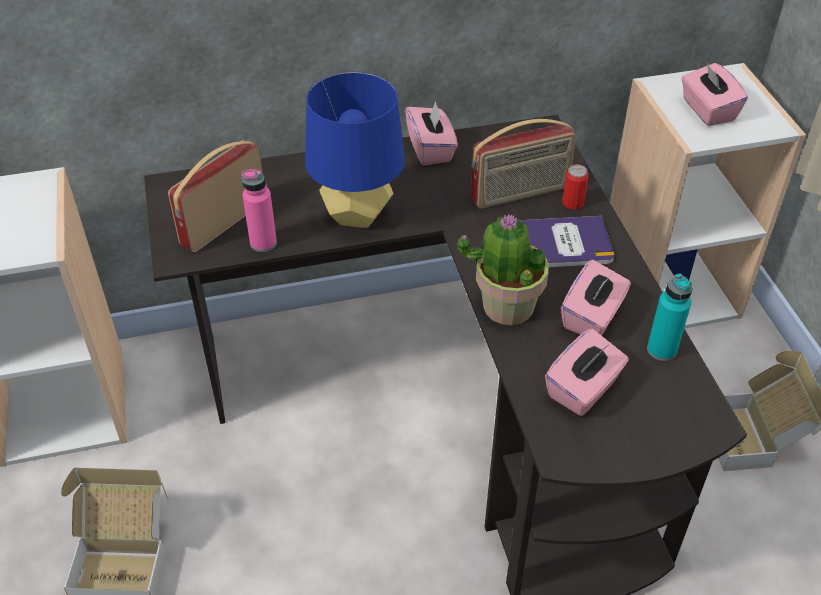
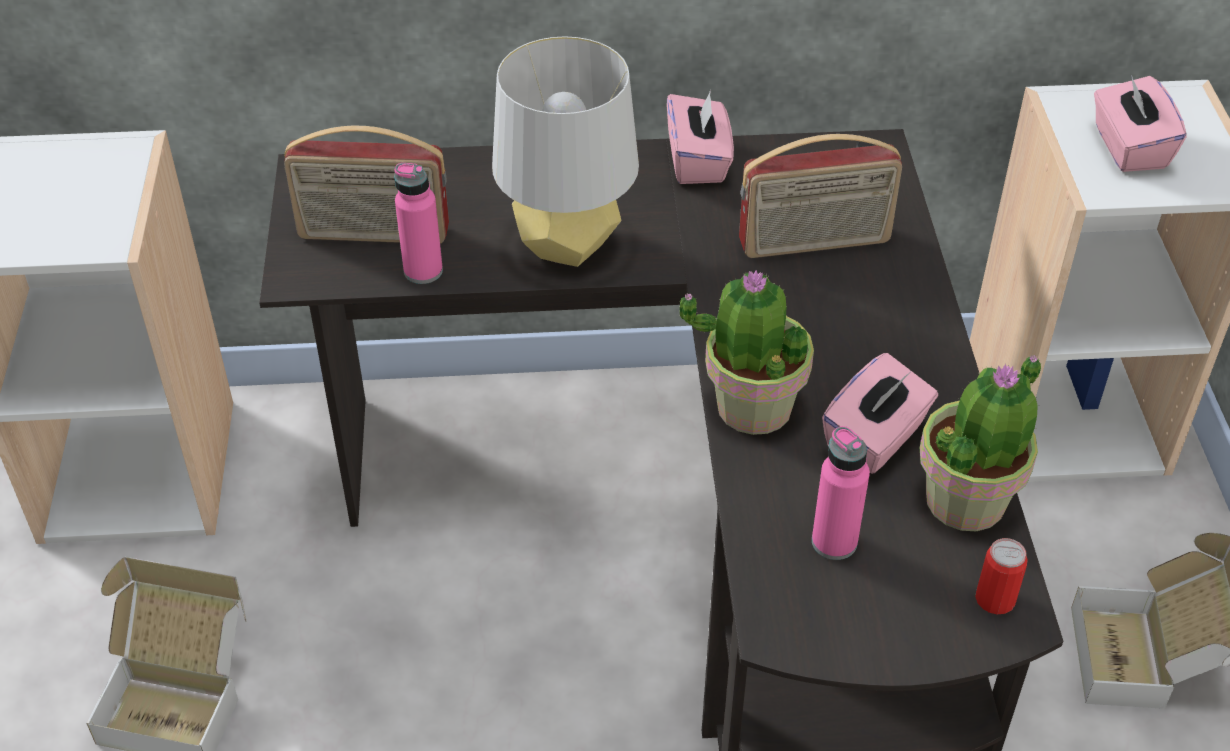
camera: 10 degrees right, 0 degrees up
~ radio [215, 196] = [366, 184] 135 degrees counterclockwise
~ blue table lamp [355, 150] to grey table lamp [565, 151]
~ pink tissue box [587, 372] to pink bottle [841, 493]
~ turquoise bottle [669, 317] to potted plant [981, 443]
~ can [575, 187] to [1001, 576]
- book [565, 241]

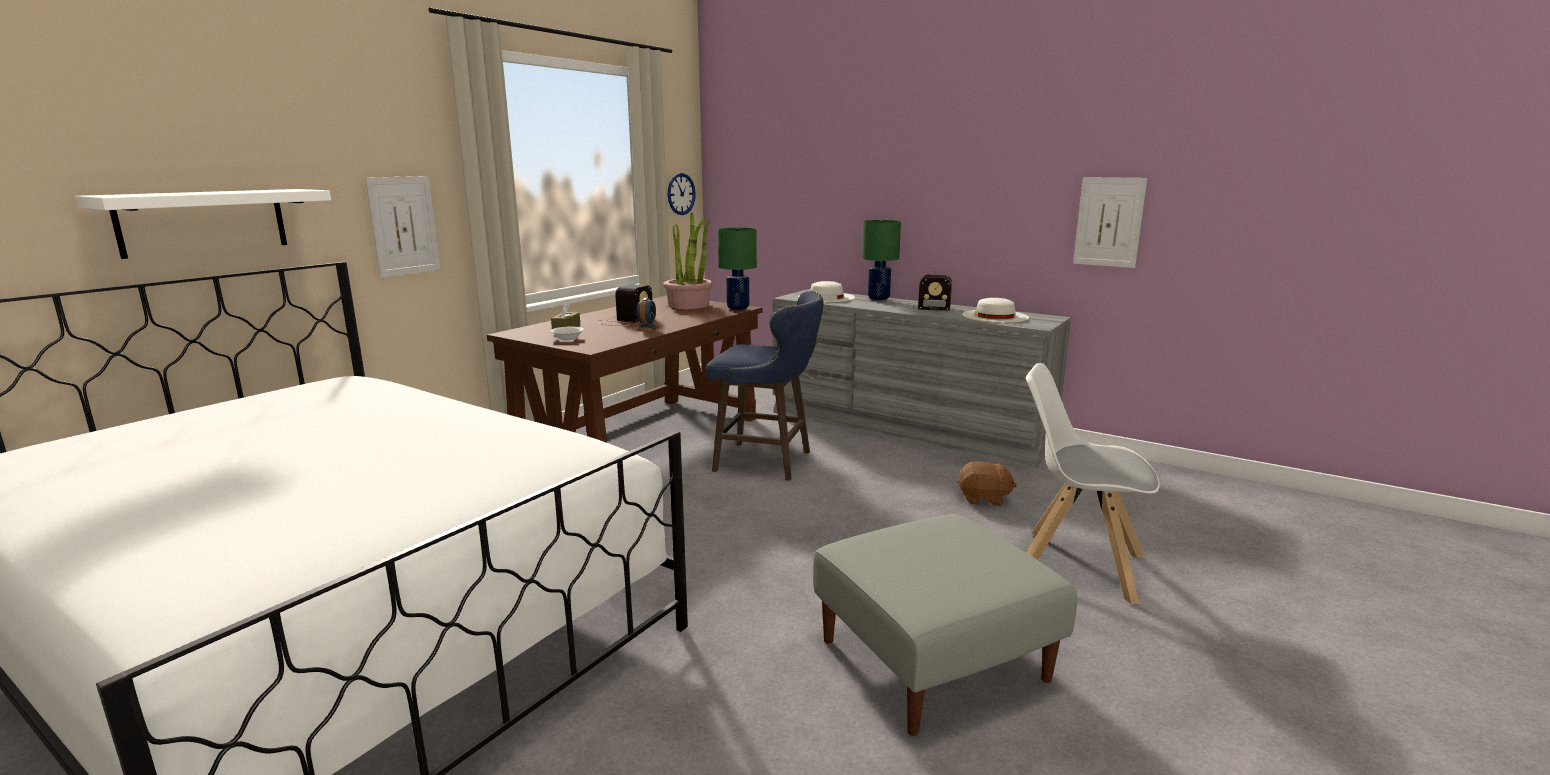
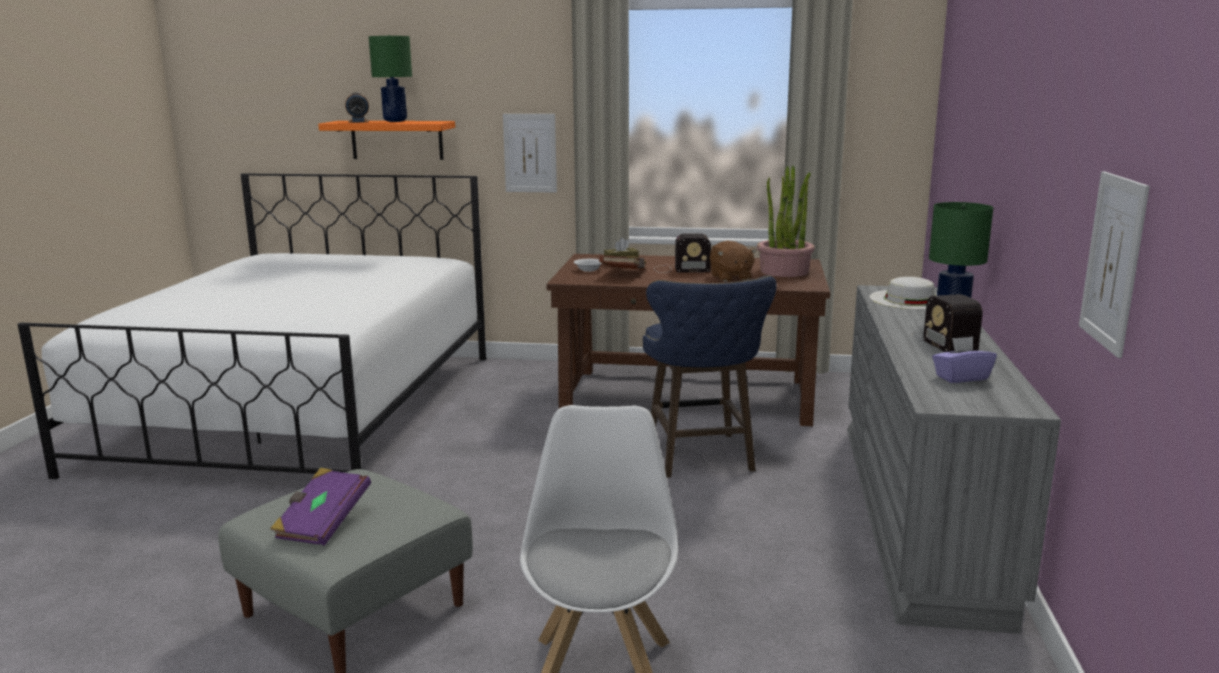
camera: 65 degrees right, 0 degrees up
+ purple book [320, 506]
~ white shelf [203, 224] to orange shelf [386, 140]
~ alarm clock [647, 314] to [357, 108]
~ green table lamp [737, 269] to [390, 78]
+ brown book [623, 262]
~ brown plush toy [987, 483] to [733, 261]
~ white hat [995, 310] to purple tissue box [964, 359]
- wall clock [682, 194]

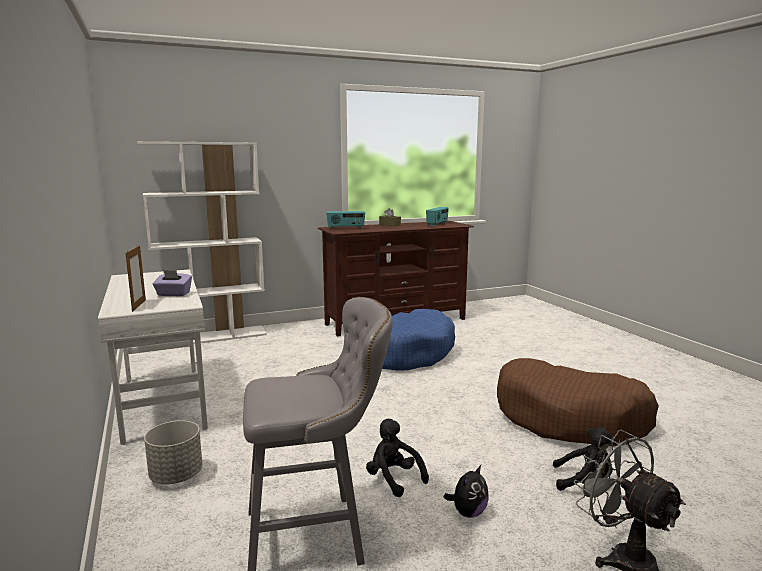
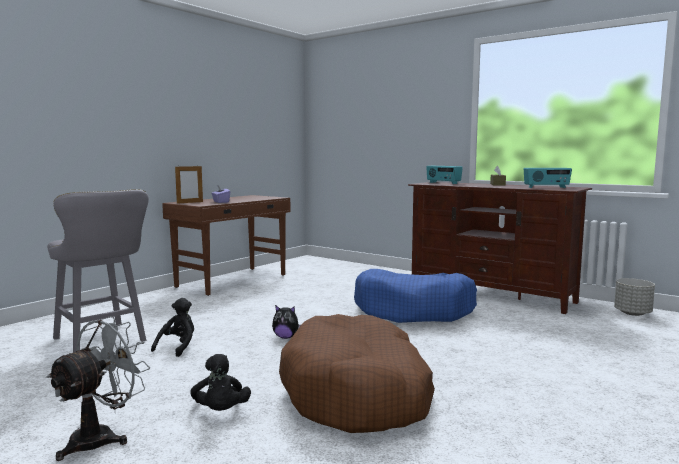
camera: 60 degrees right, 5 degrees down
~ white console table [153, 357] to brown console table [226, 245]
~ plush toy [466, 491] to [286, 322]
~ grey planter [173, 452] to [634, 297]
- white bookcase [202, 242]

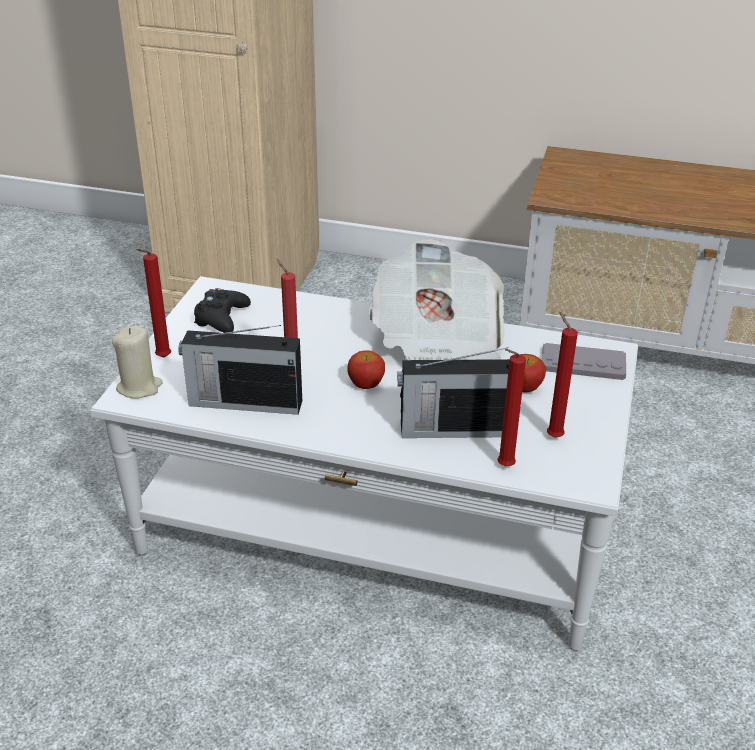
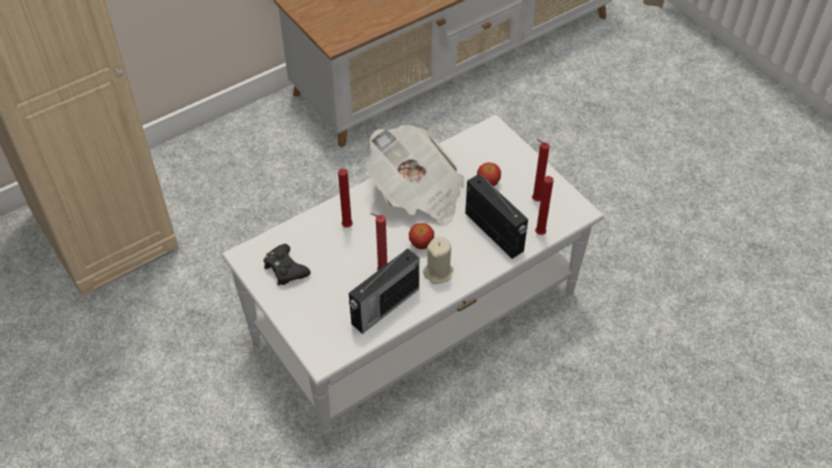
camera: 50 degrees left, 15 degrees up
~ red candle [154, 303] to [345, 198]
~ beige candle [137, 362] to [438, 260]
~ radio [453, 393] = [496, 216] 75 degrees counterclockwise
- grey game controller [584, 361]

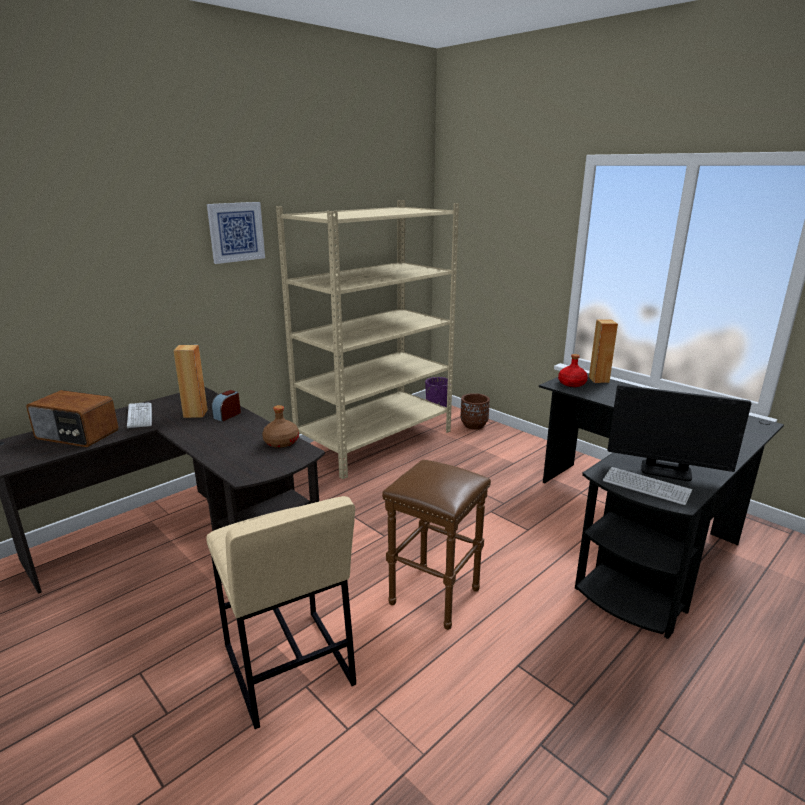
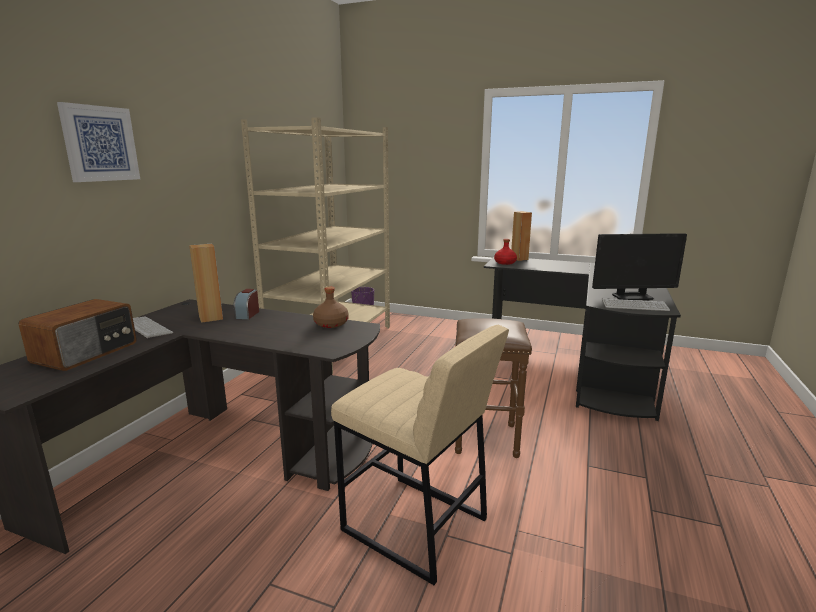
camera: 25 degrees left, 5 degrees down
~ radio [72, 418] = [77, 335] 60 degrees counterclockwise
~ picture [236, 233] to [98, 142]
- brown planter [475, 411]

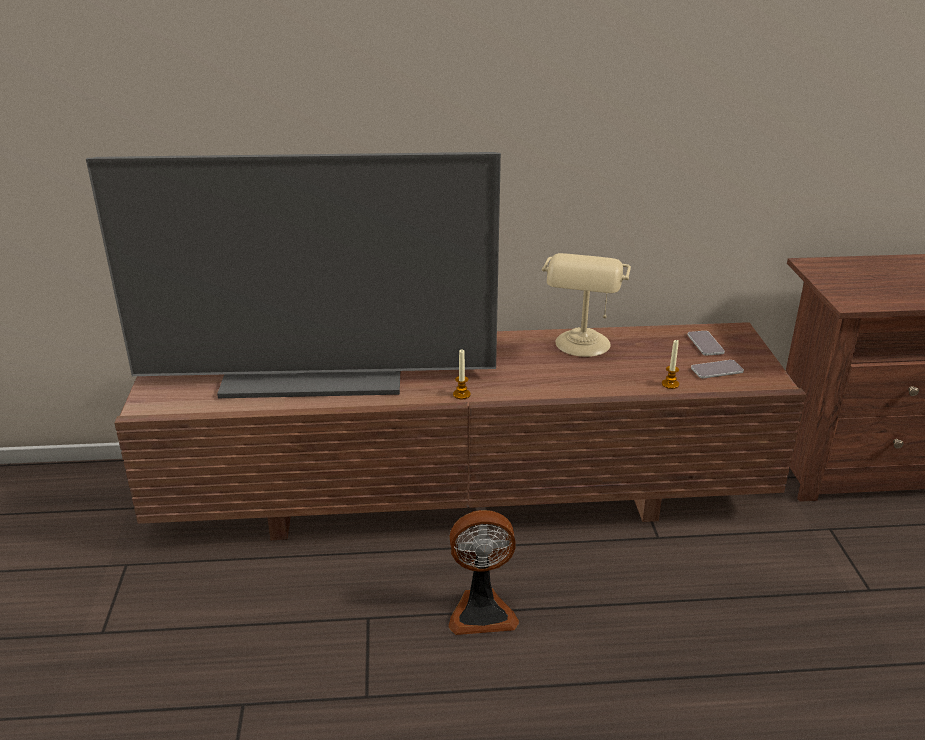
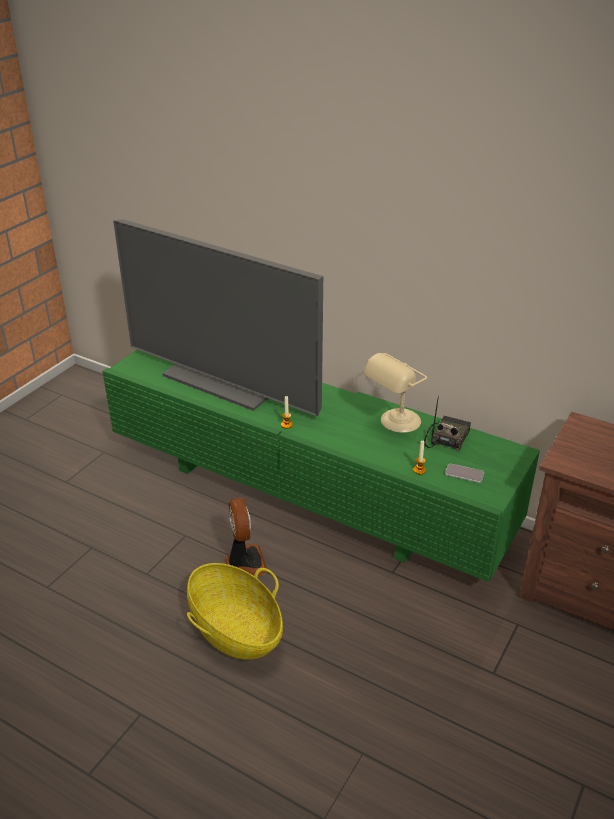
camera: 35 degrees right, 5 degrees up
~ brown tv stand [460, 431] to green tv stand [321, 465]
+ basket [235, 611]
~ fan [483, 572] = [246, 537] 135 degrees counterclockwise
+ radio [447, 423]
- phone [706, 343]

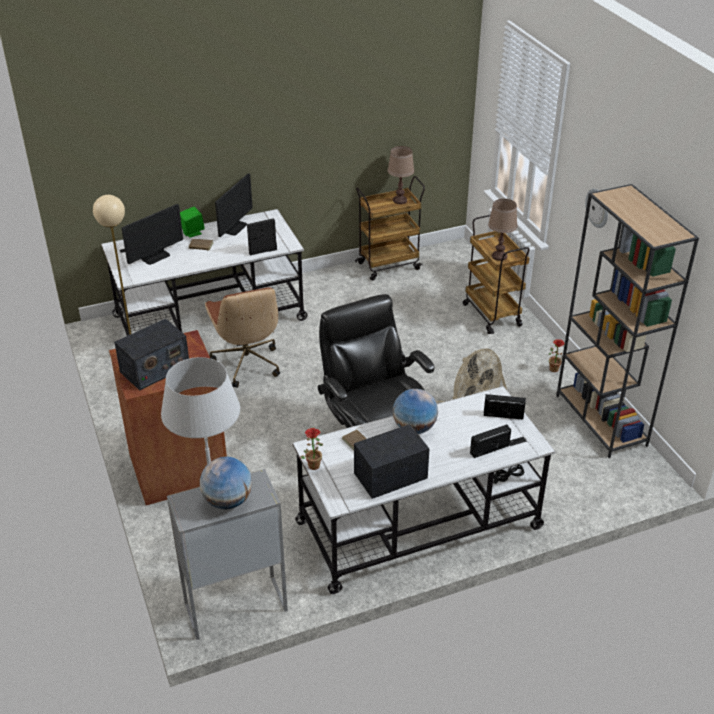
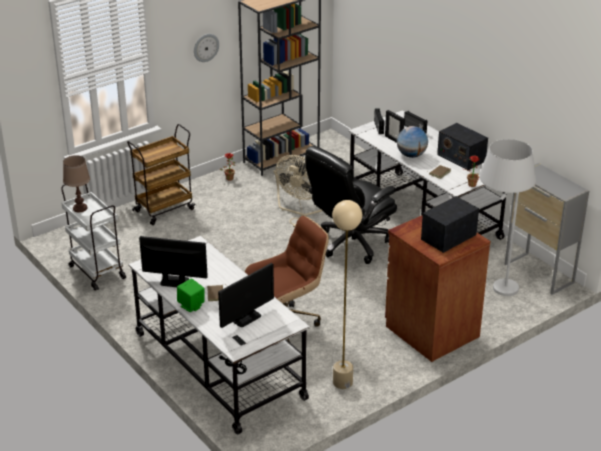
camera: 105 degrees left, 5 degrees down
~ brown cart [390, 228] to white cart [93, 237]
~ monitor [152, 234] = [246, 295] 105 degrees clockwise
~ picture frame [262, 236] to [395, 126]
~ radio [151, 355] = [450, 224] 75 degrees counterclockwise
- globe [226, 483]
- brown table lamp [502, 230]

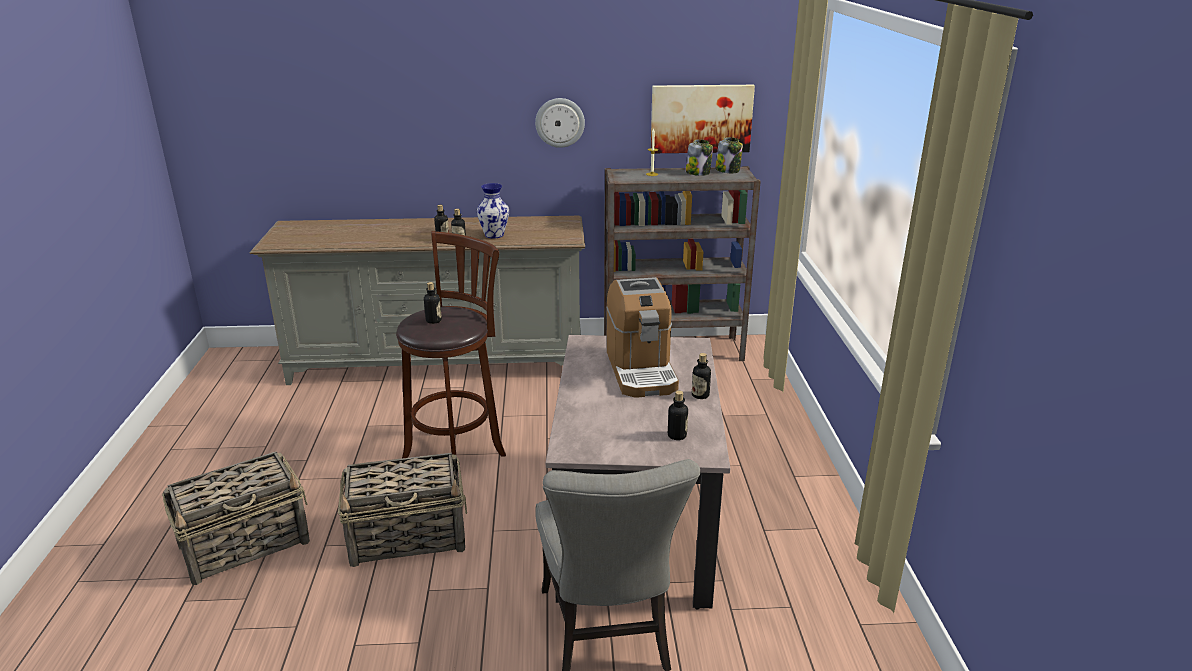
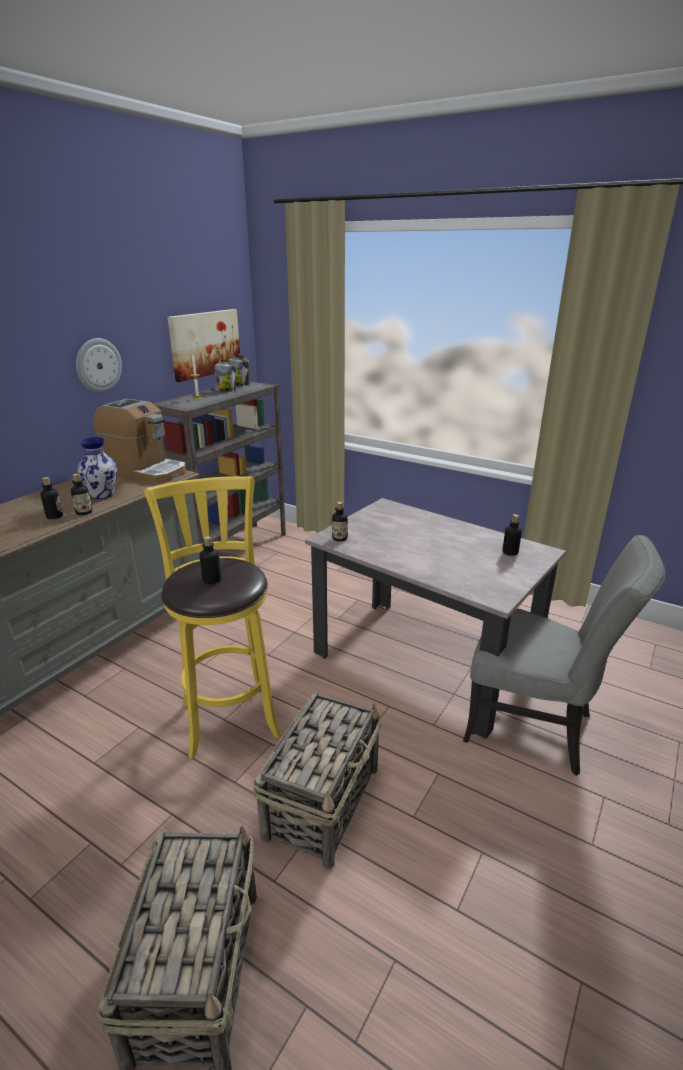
camera: 55 degrees left, 0 degrees up
~ coffee machine [643, 337] to [139, 441]
~ brown stool [451, 355] to yellow stool [212, 617]
~ bottle [701, 376] to [340, 521]

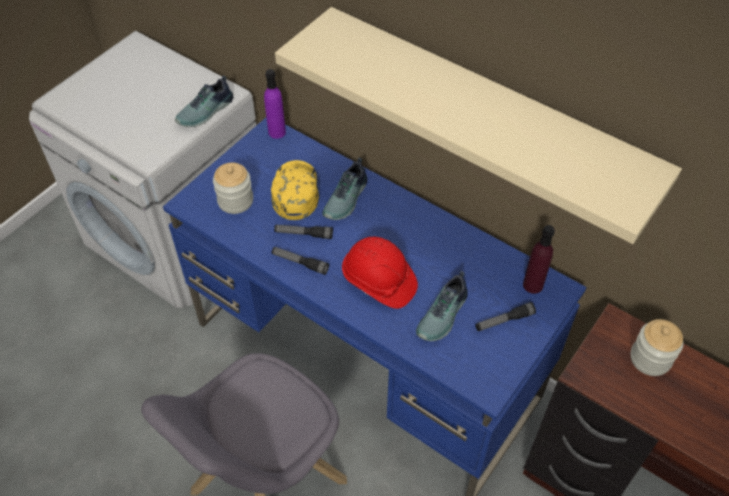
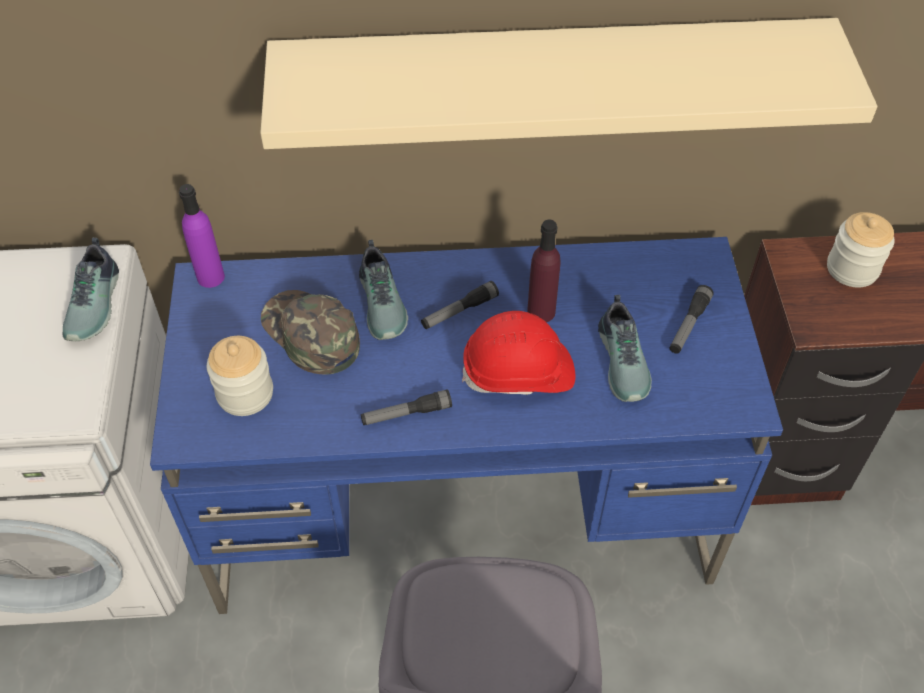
camera: 40 degrees left, 0 degrees up
~ yellow cap [295, 190] to green cap [310, 332]
~ flashlight [303, 232] to [460, 305]
~ purple bottle [539, 259] to [544, 271]

